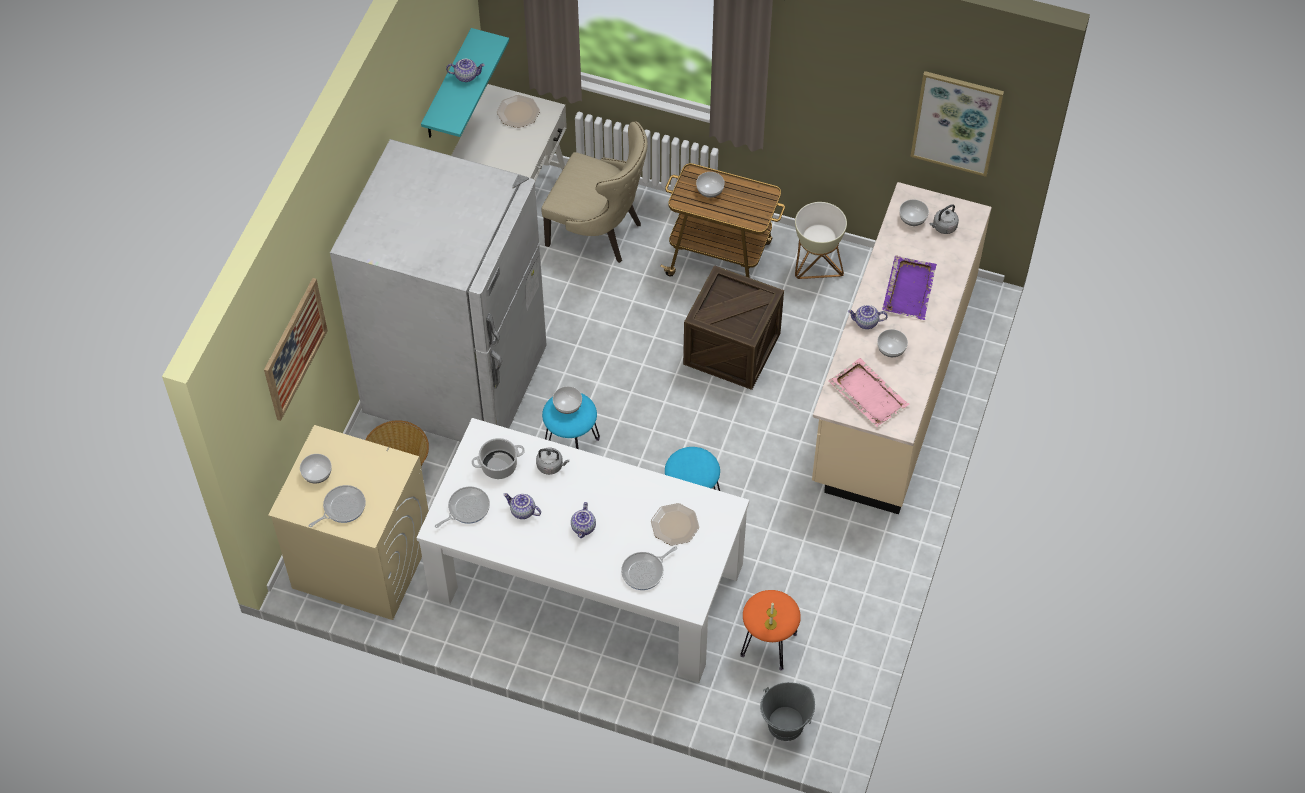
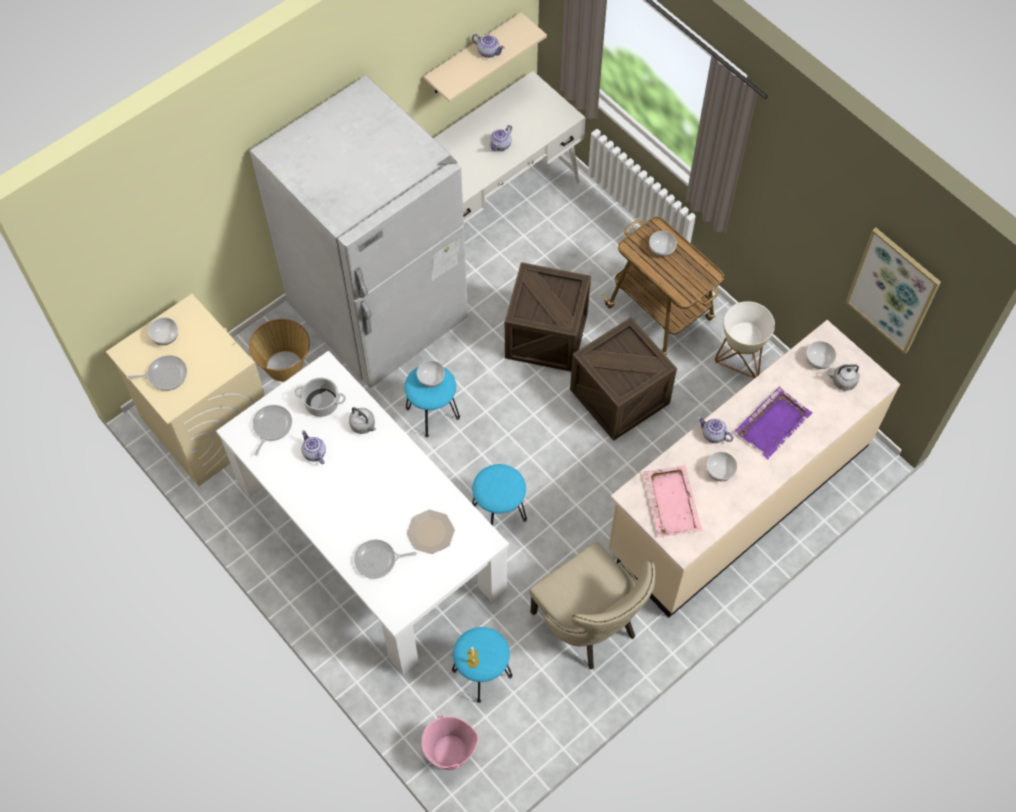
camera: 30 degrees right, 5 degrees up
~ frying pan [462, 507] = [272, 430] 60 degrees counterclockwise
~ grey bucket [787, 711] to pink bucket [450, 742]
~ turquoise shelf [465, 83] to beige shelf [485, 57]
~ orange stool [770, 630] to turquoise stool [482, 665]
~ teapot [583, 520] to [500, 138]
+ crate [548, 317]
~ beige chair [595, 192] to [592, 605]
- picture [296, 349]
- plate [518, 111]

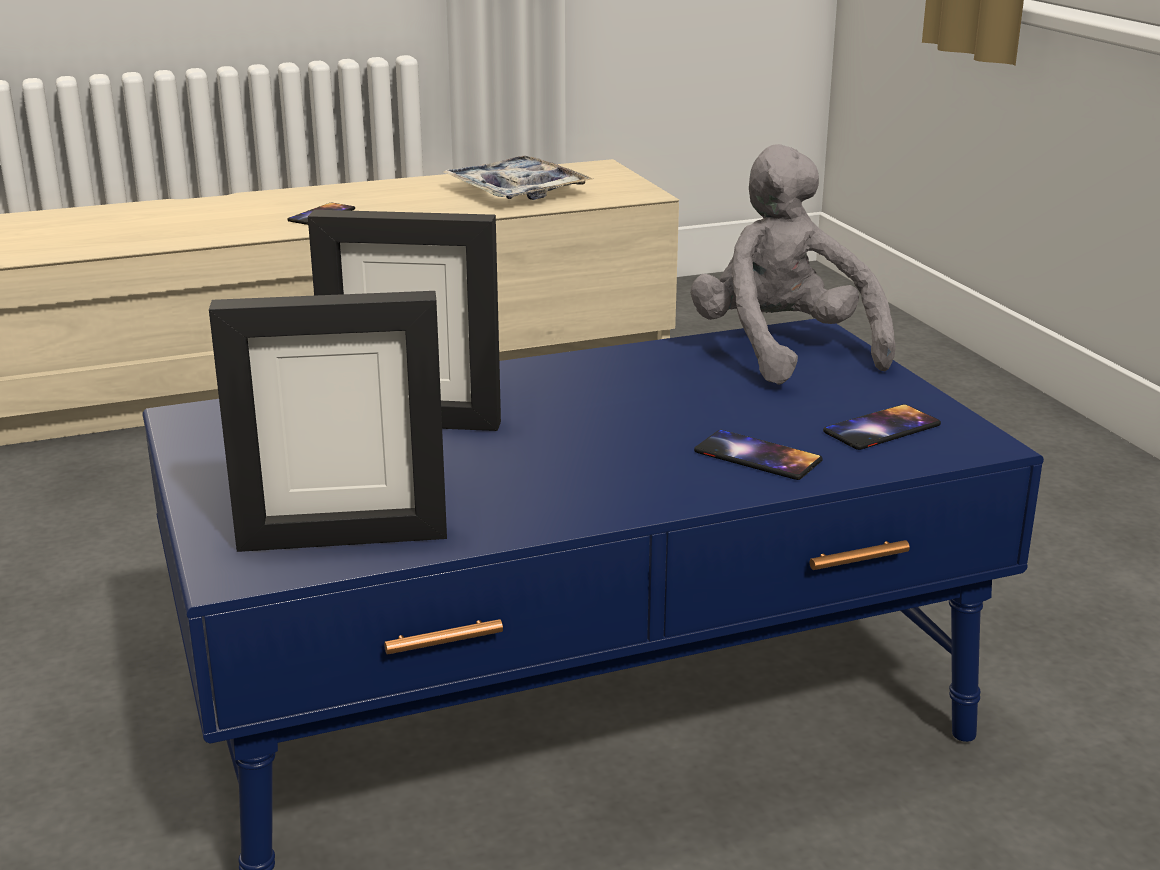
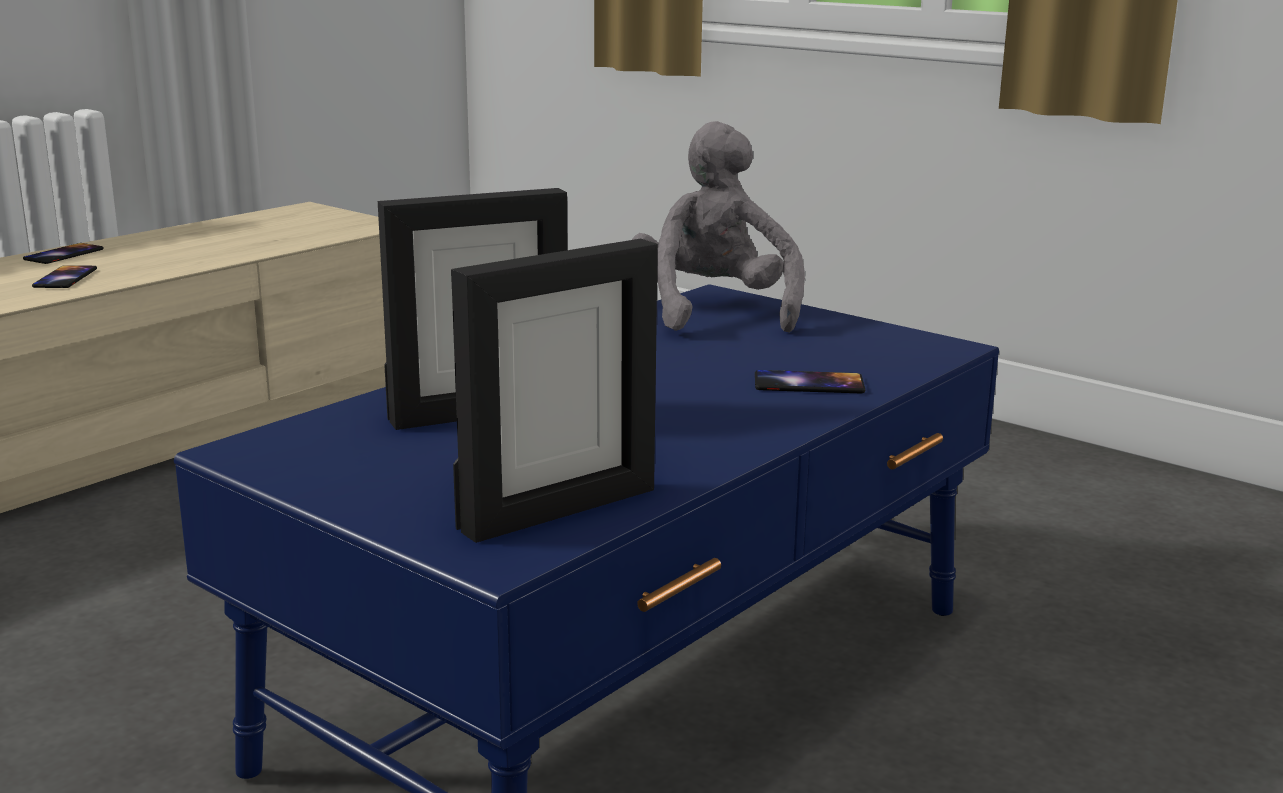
camera: 30 degrees left, 5 degrees down
~ phone [882, 427] to [63, 253]
~ grey plush toy [793, 264] = [718, 227] 45 degrees clockwise
- tray [518, 178]

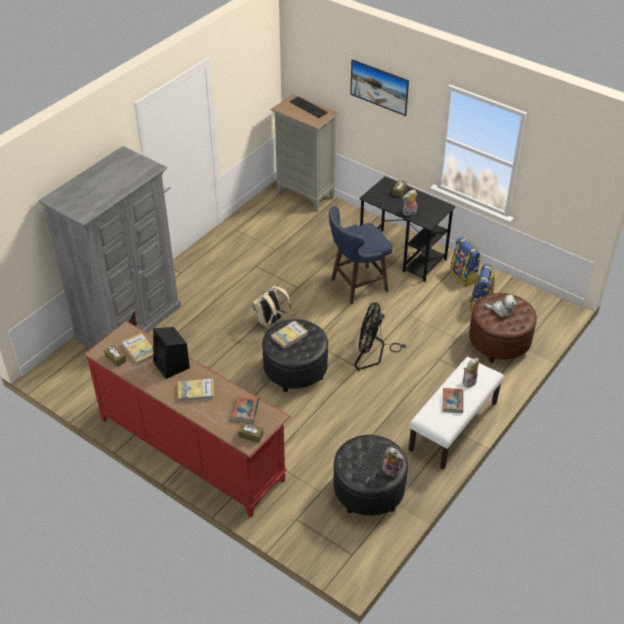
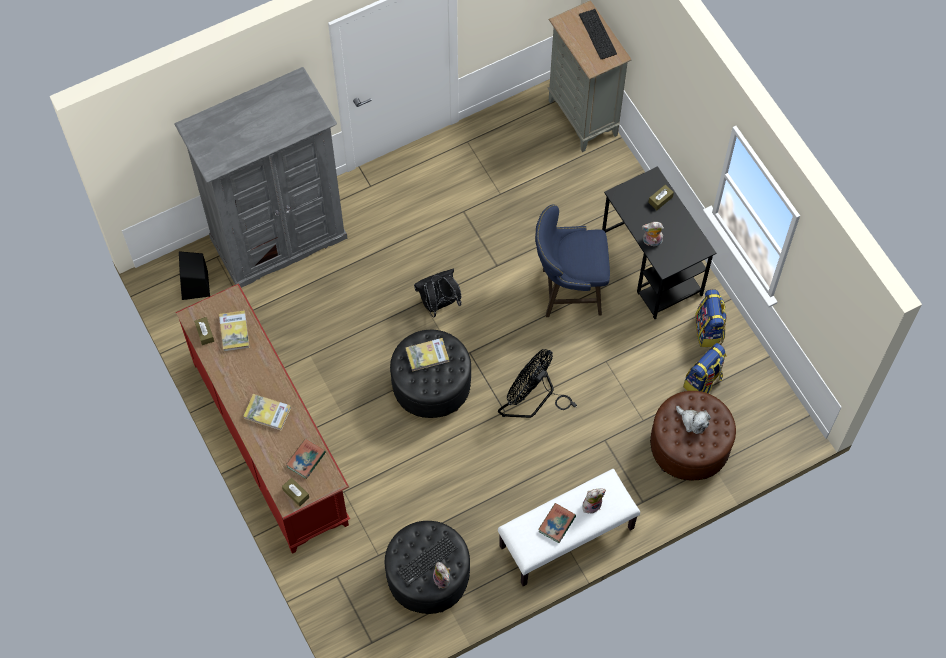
camera: 25 degrees right, 20 degrees up
~ black speaker [171, 353] to [194, 275]
~ beige backpack [271, 306] to black backpack [438, 293]
- picture [379, 87]

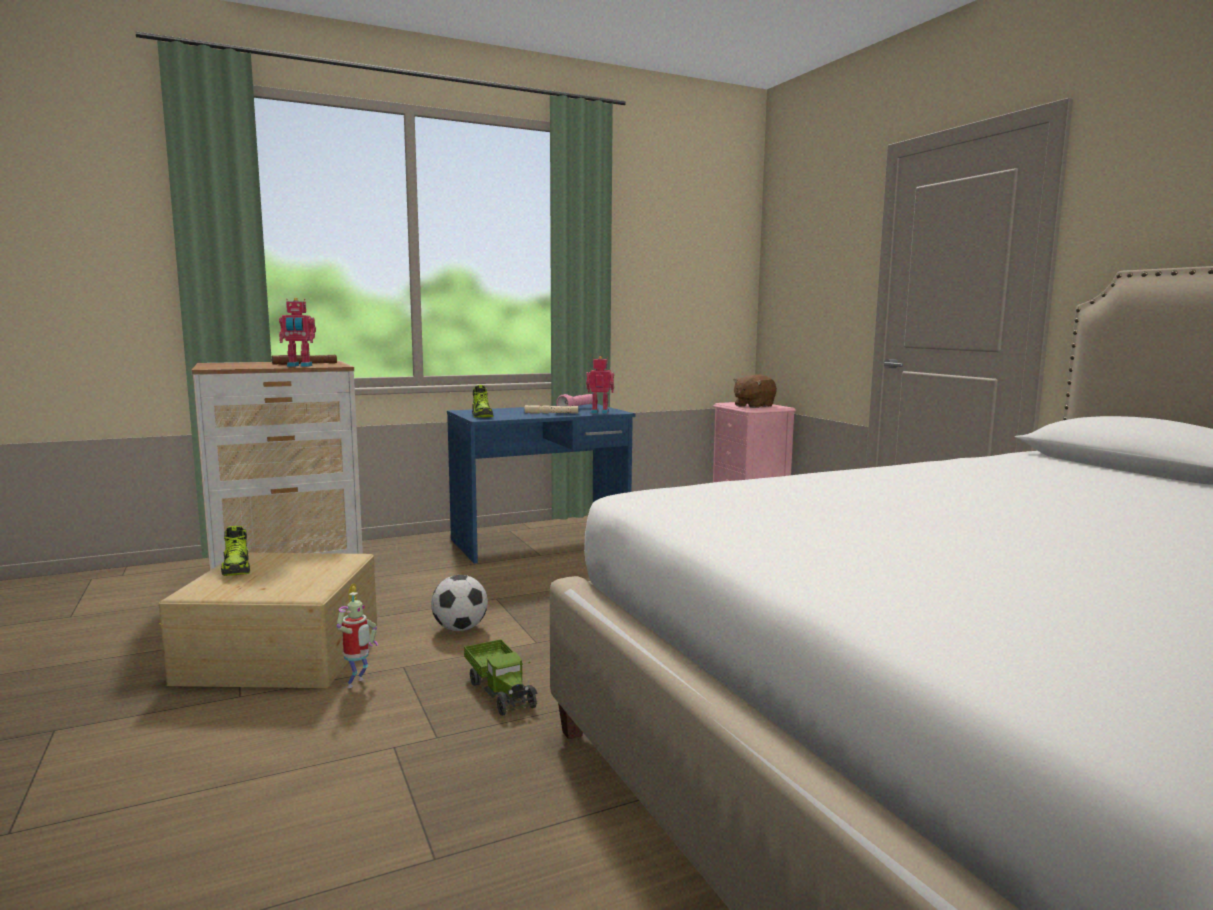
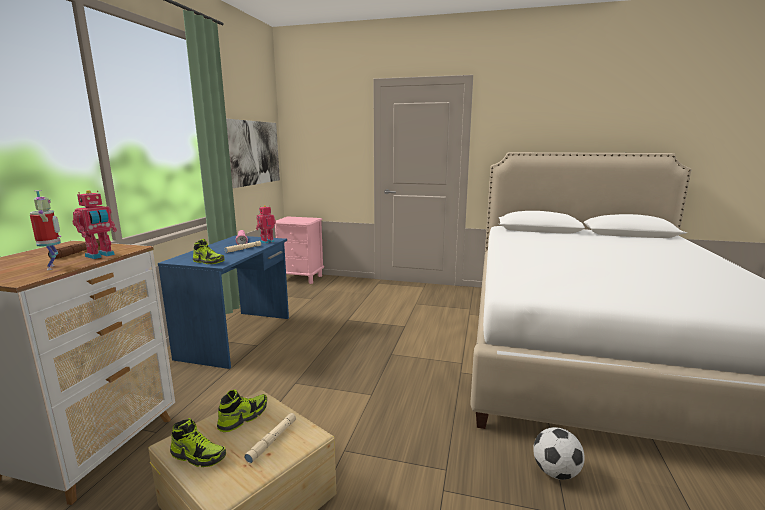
camera: 50 degrees left, 5 degrees up
~ toy robot [357, 640] to [45, 230]
+ shoe [242, 411]
+ picture [253, 153]
+ beige flashlight [270, 438]
~ football [459, 603] to [559, 453]
- toy truck [500, 677]
- brown plush toy [755, 391]

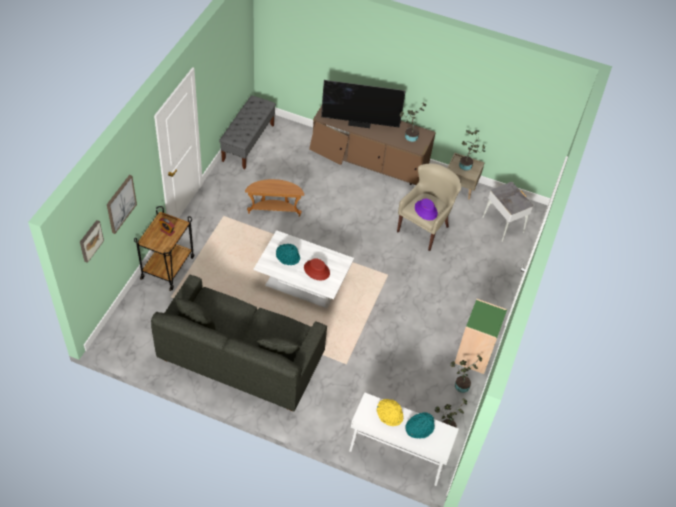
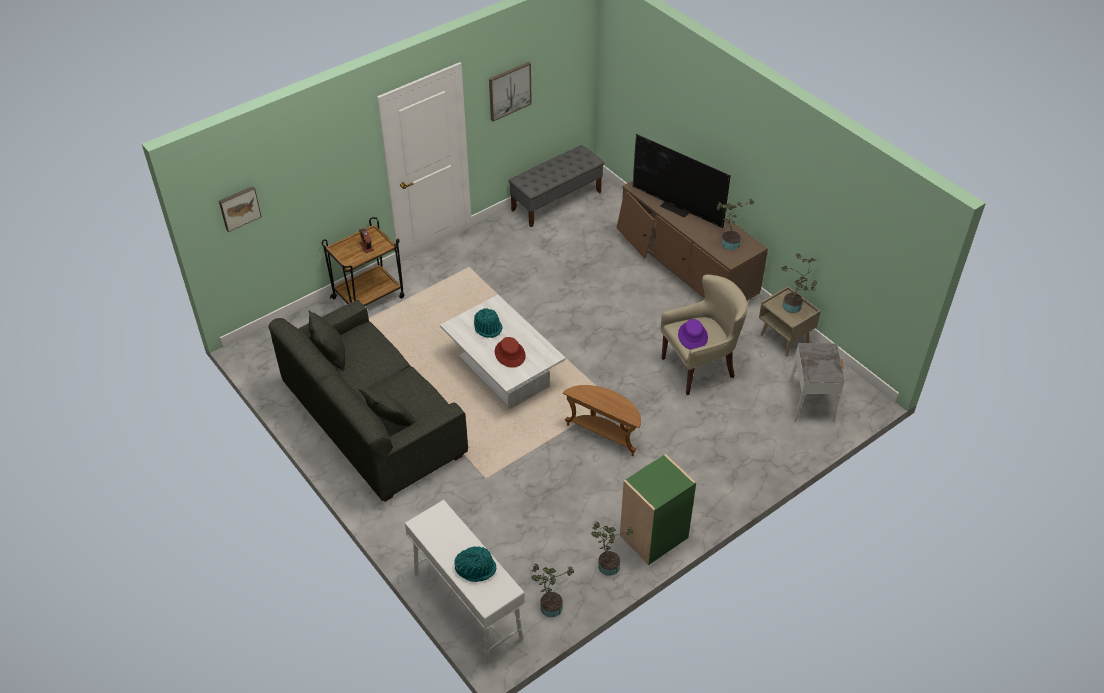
camera: 35 degrees right, 5 degrees down
~ picture [122, 204] to [510, 91]
~ brown side table [274, 198] to [602, 420]
- yellow hat [390, 412]

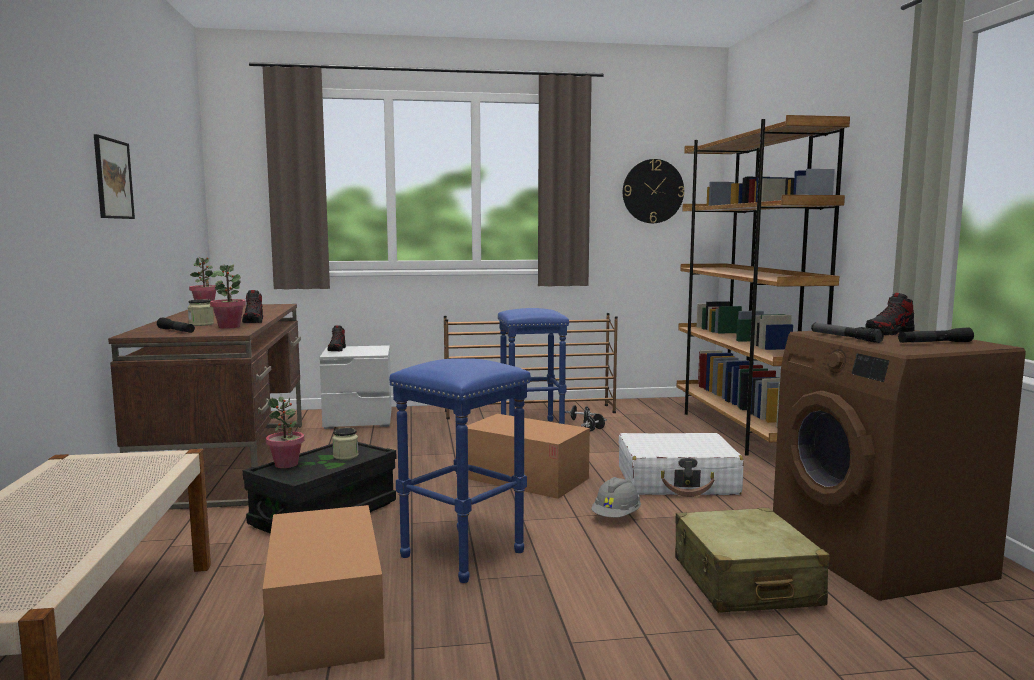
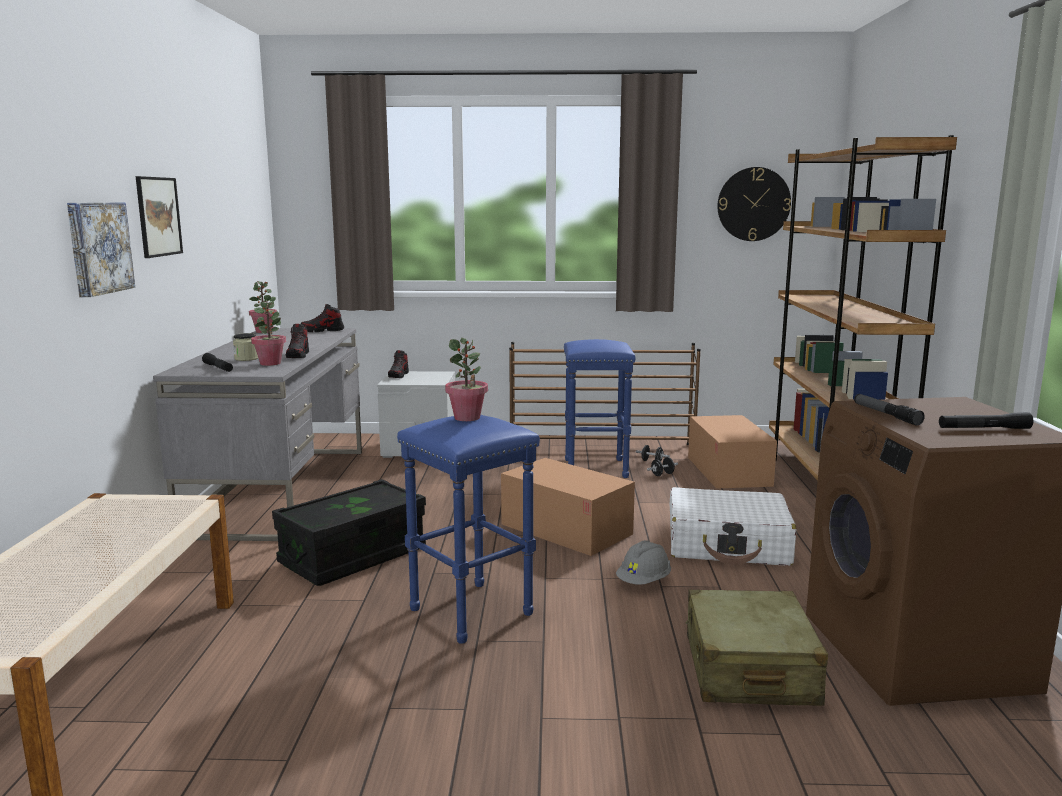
camera: 10 degrees right, 5 degrees up
+ picture [101, 249]
~ brown desk [205, 408] to grey desk [257, 434]
~ shoe [890, 314] to [322, 318]
~ potted plant [285, 432] to [466, 379]
~ cardboard box [324, 590] to [732, 452]
- jar [345, 444]

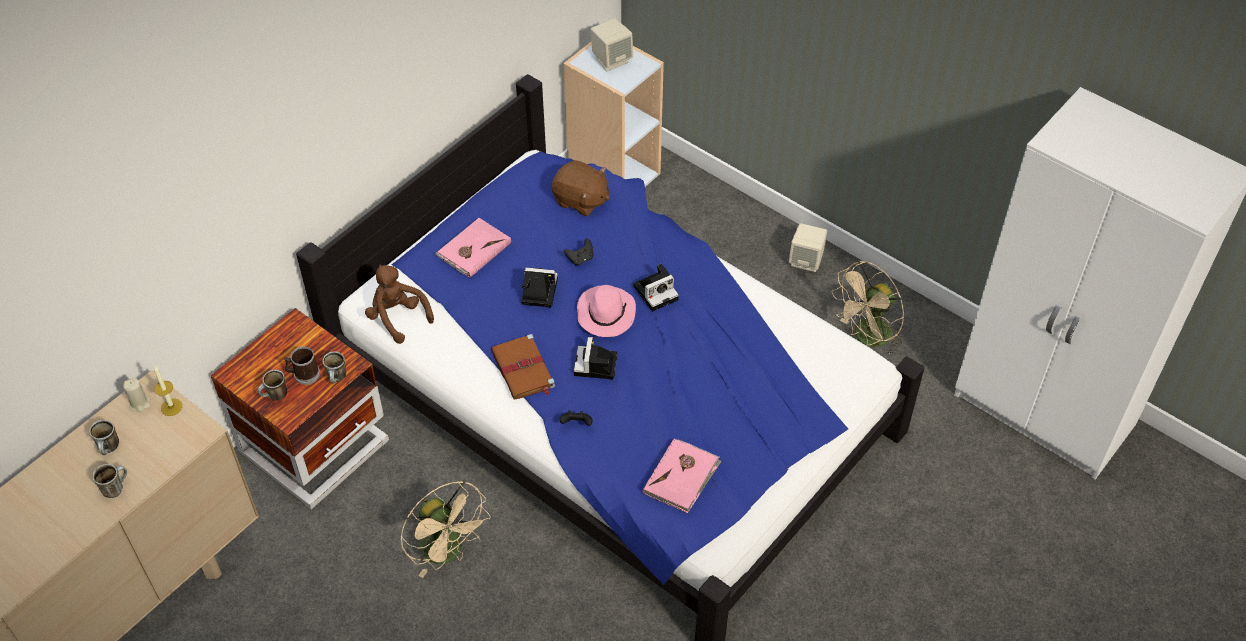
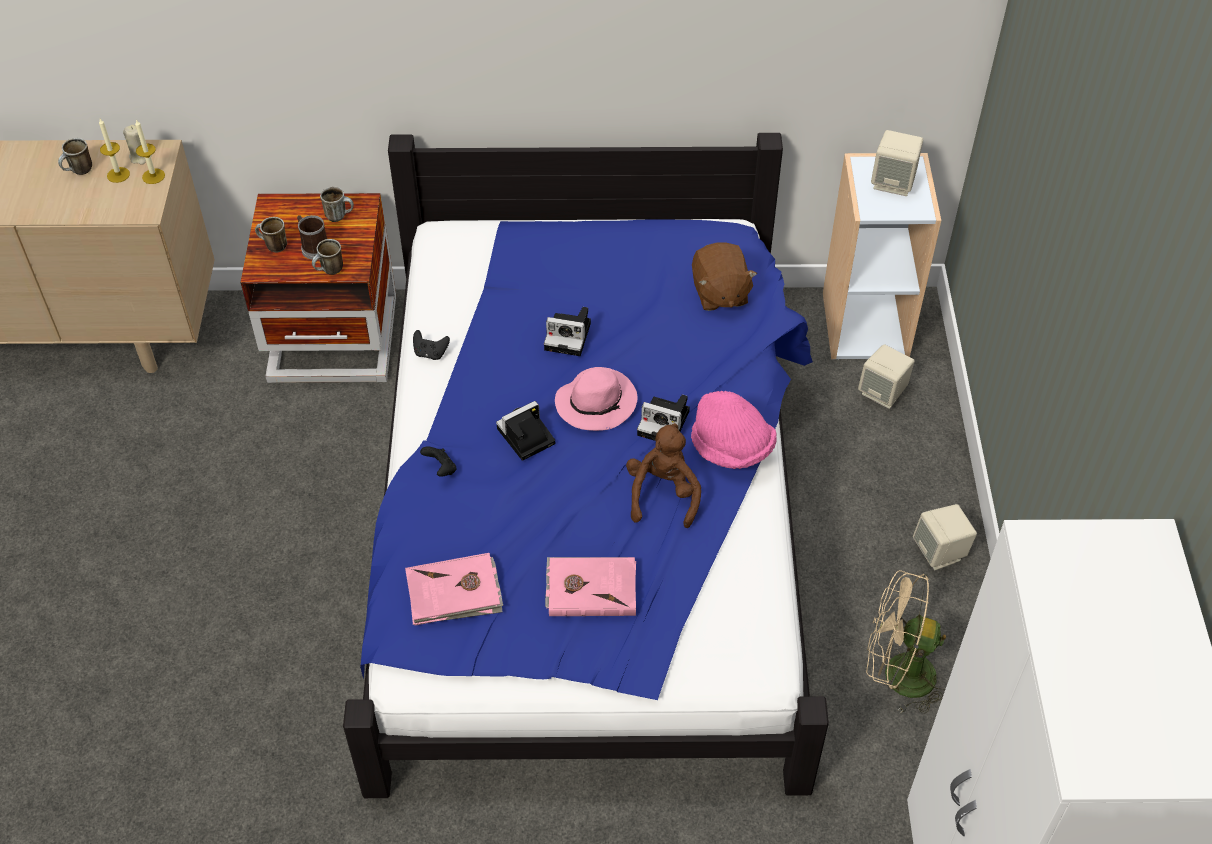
camera: 50 degrees right, 0 degrees up
+ candle [114, 151]
~ mug [110, 481] to [337, 204]
~ black game controller [578, 251] to [431, 345]
~ photo camera [539, 287] = [567, 331] 135 degrees clockwise
~ pink book [473, 248] to [590, 586]
~ brown plush toy [399, 304] to [663, 475]
+ pink hat [734, 430]
+ beige speaker [886, 376]
- beige fan [445, 529]
- brown book [523, 367]

